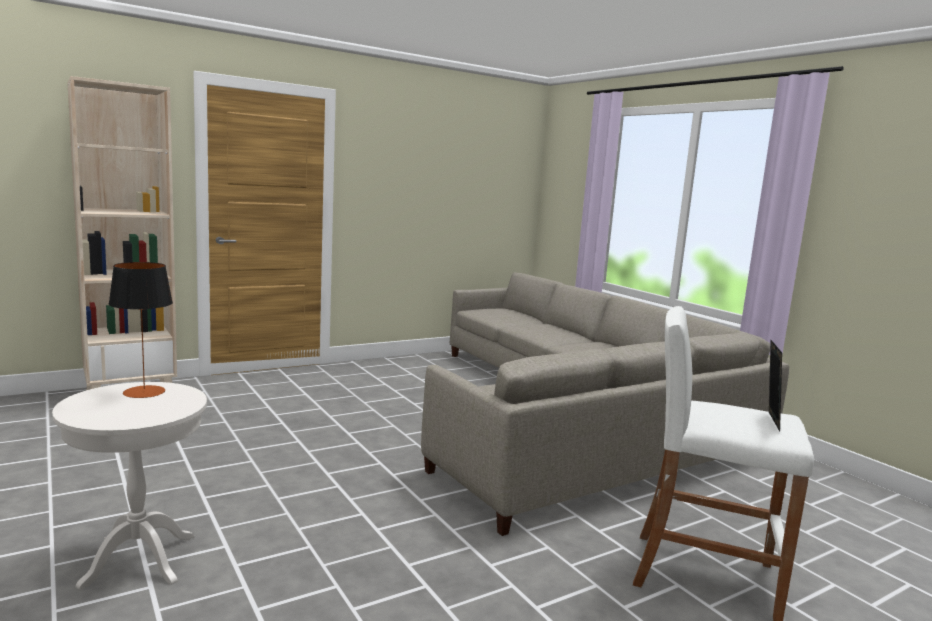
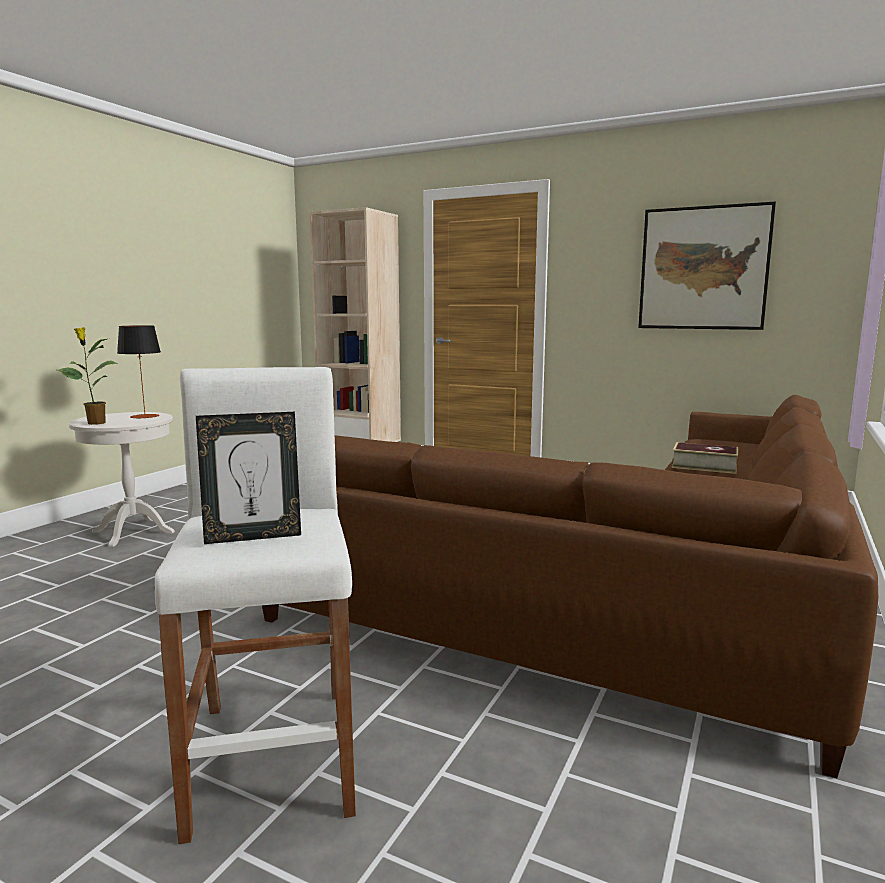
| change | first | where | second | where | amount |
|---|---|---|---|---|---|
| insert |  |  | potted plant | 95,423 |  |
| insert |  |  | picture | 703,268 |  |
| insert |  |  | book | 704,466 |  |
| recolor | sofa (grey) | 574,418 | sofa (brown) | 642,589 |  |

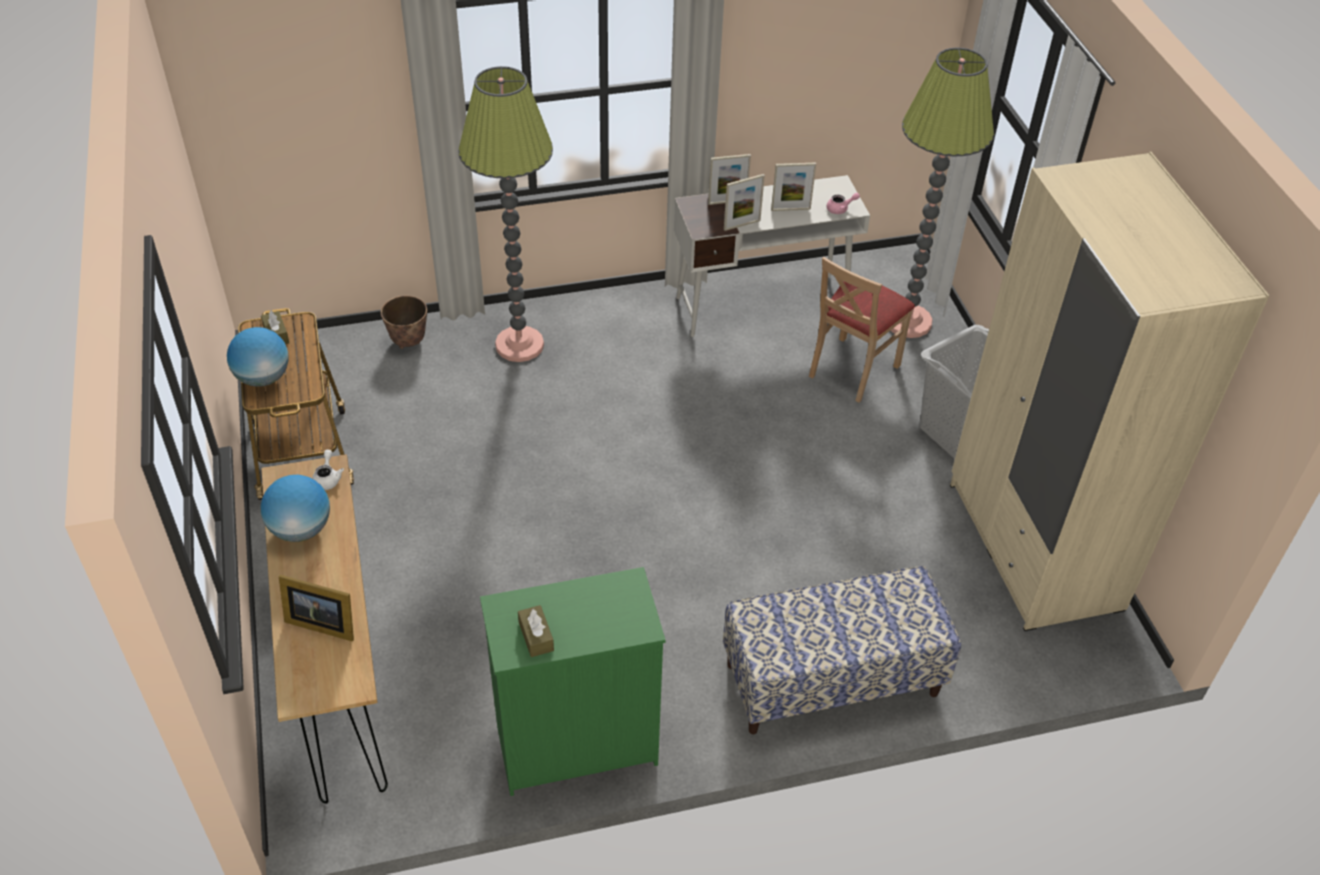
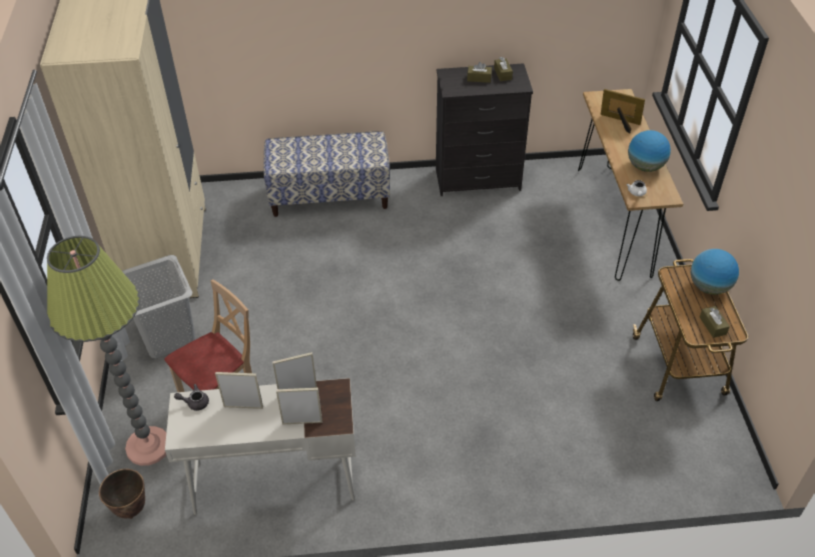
| change | first | where | second | where | amount |
|---|---|---|---|---|---|
| delete | floor lamp | 519,345 |  |  |  |
| insert |  |  | tissue box (brown) | 479,78 |  |
| move | planter | 408,341 |  | 130,508 |  |
| recolor | dresser (green) | 575,745 | dresser (black) | 478,179 |  |
| recolor | teapot (pink) | 840,209 | teapot (grey) | 195,402 |  |

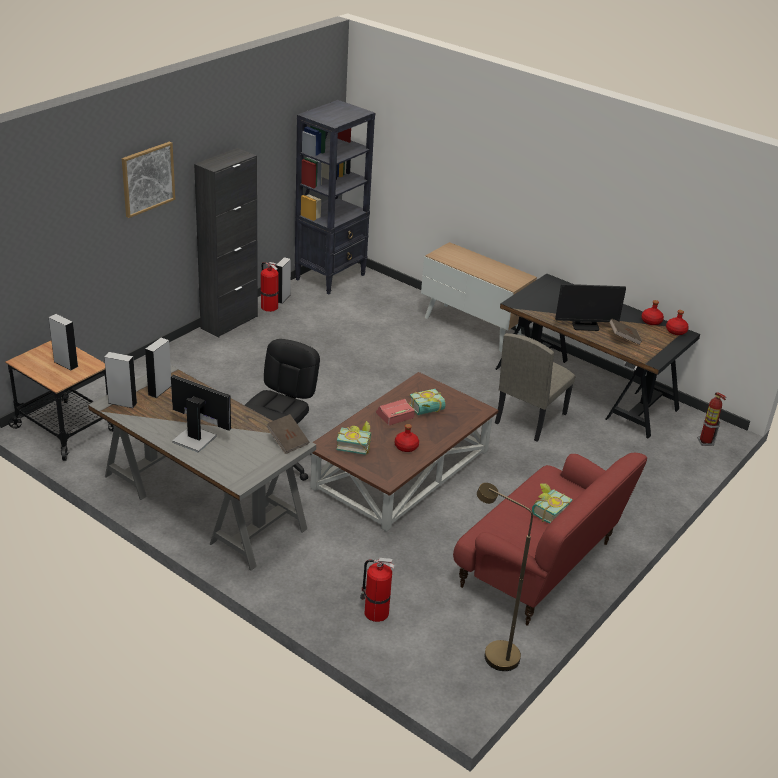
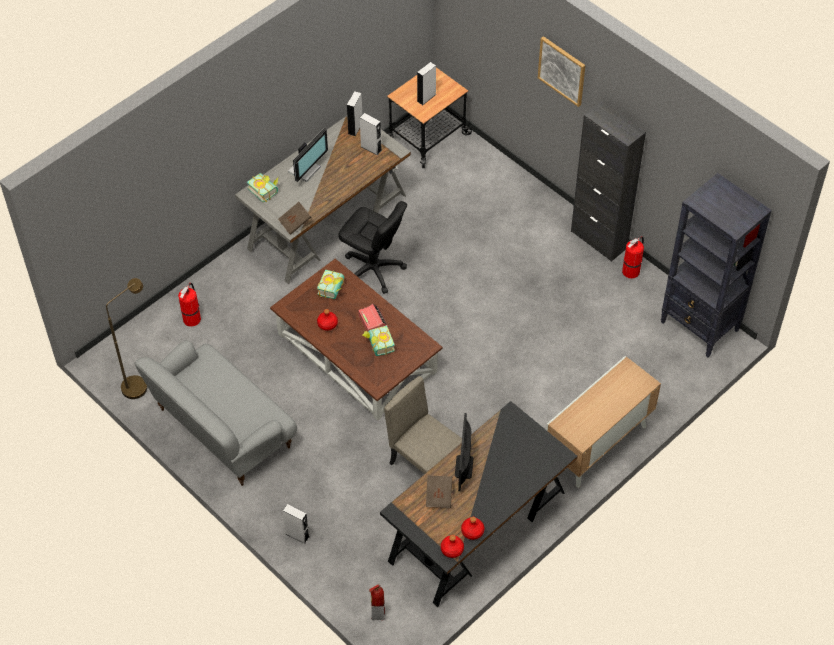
| change | first | where | second | where | amount |
|---|---|---|---|---|---|
| move | speaker (grey) | 282,298 |  | 297,535 |  |
| move | book | 547,511 |  | 265,190 |  |
| recolor | sofa (red) | 539,566 | sofa (grey) | 222,430 |  |

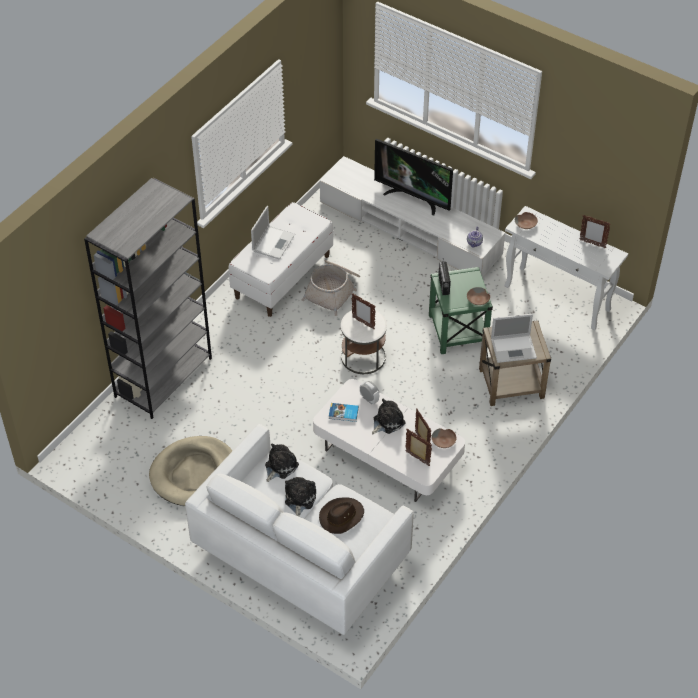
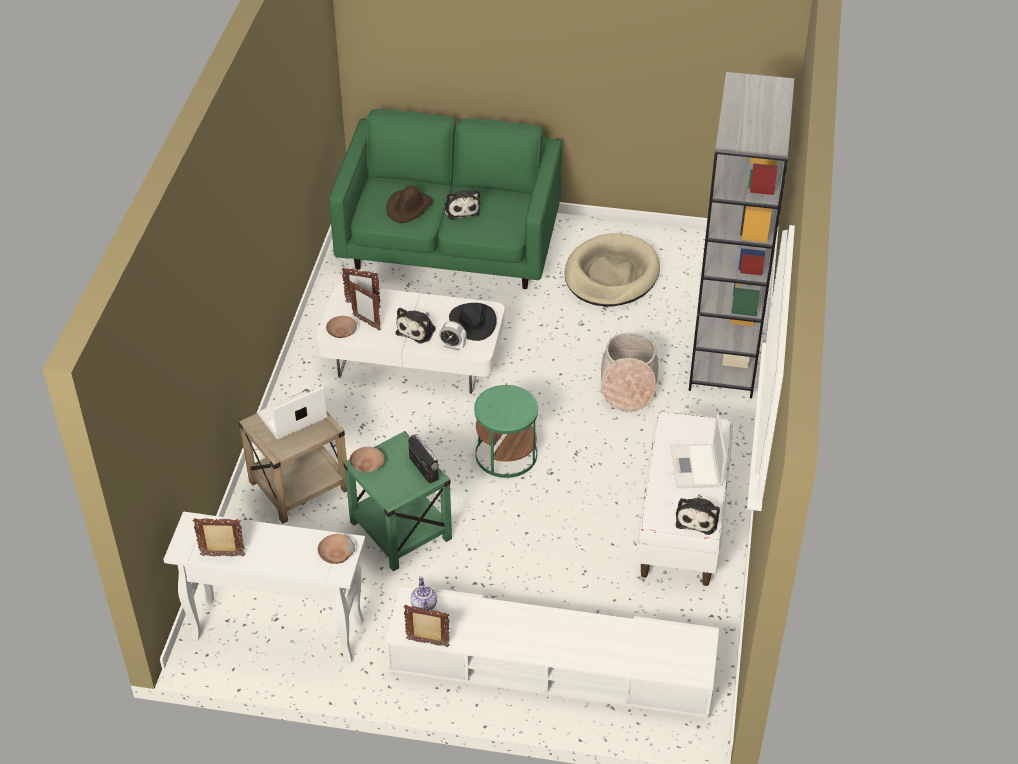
| change | first | where | second | where | amount |
|---|---|---|---|---|---|
| delete | television | 413,198 |  |  |  |
| move | plush toy | 280,466 |  | 697,518 |  |
| move | basket | 333,291 |  | 628,383 |  |
| move | picture frame | 363,323 |  | 428,643 |  |
| replace | book | 343,413 | hat (black) | 472,322 |  |
| recolor | sofa (white) | 302,554 | sofa (green) | 449,245 |  |
| recolor | side table (white) | 363,357 | side table (green) | 505,454 |  |

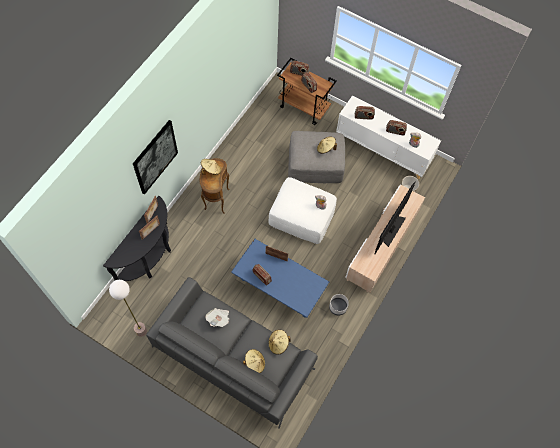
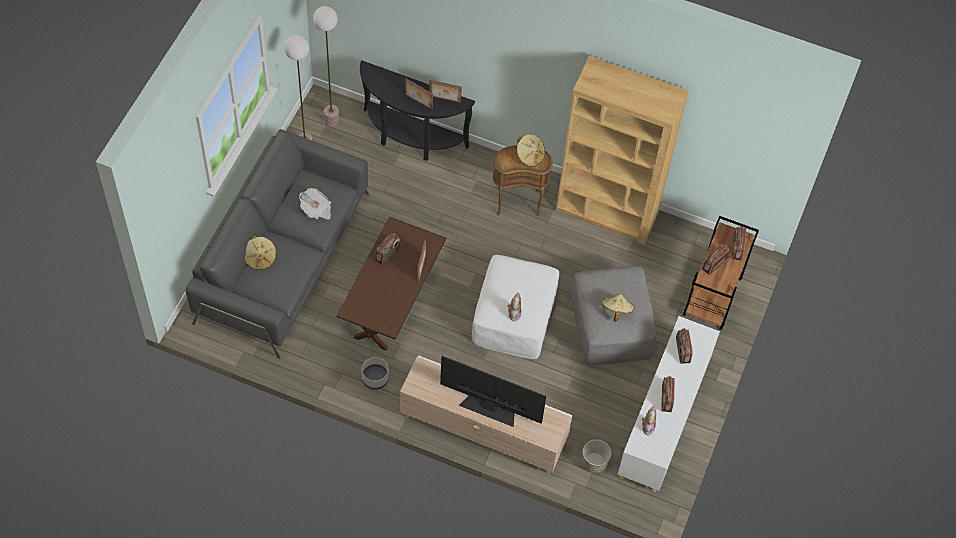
| change | first | where | second | where | amount |
|---|---|---|---|---|---|
| delete | picture | 155,157 |  |  |  |
| delete | hat (beige) | 278,344 |  |  |  |
| insert |  |  | floor lamp | 331,120 |  |
| insert |  |  | bookcase (brown) | 607,212 |  |
| recolor | coffee table (blue) | 279,288 | coffee table (brown) | 392,300 |  |

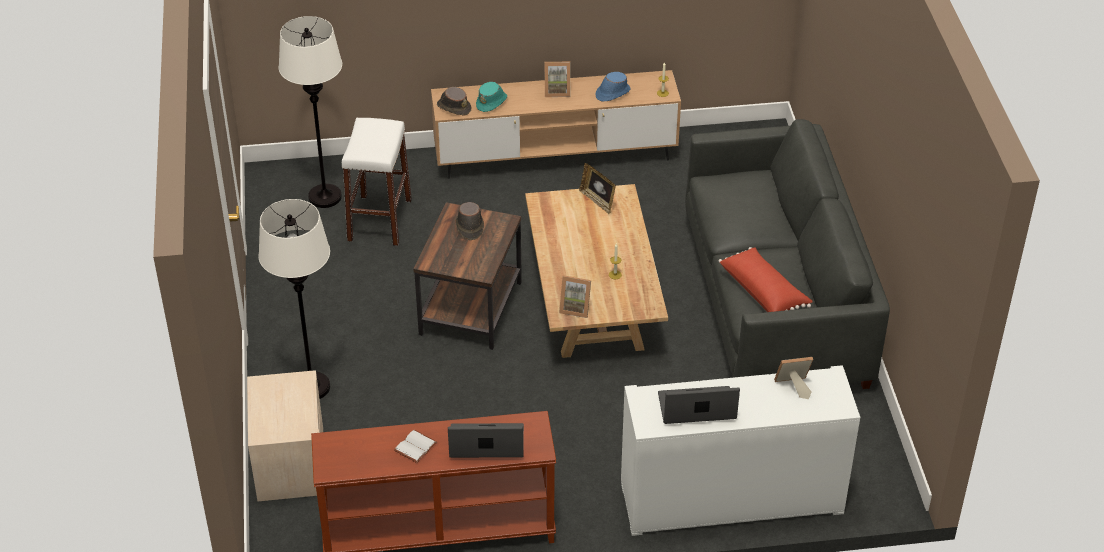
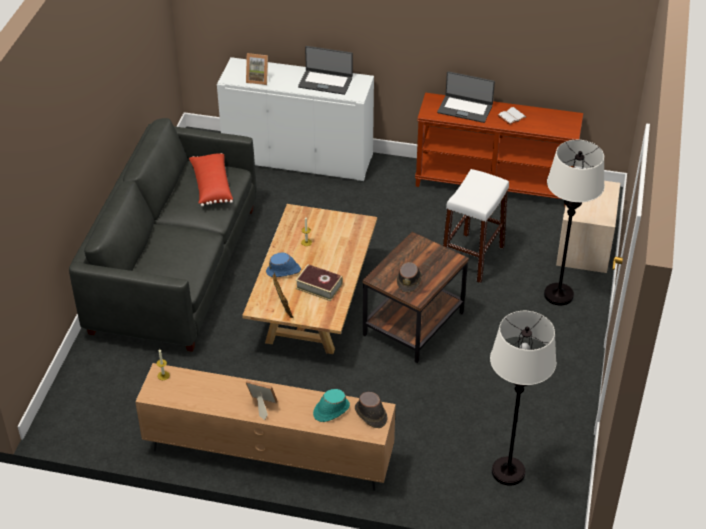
| change | first | where | second | where | amount |
|---|---|---|---|---|---|
| delete | picture frame | 575,308 |  |  |  |
| insert |  |  | book | 319,286 |  |
| move | stool (white) | 379,220 |  | 472,258 |  |
| move | hat (blue) | 612,93 |  | 283,271 |  |

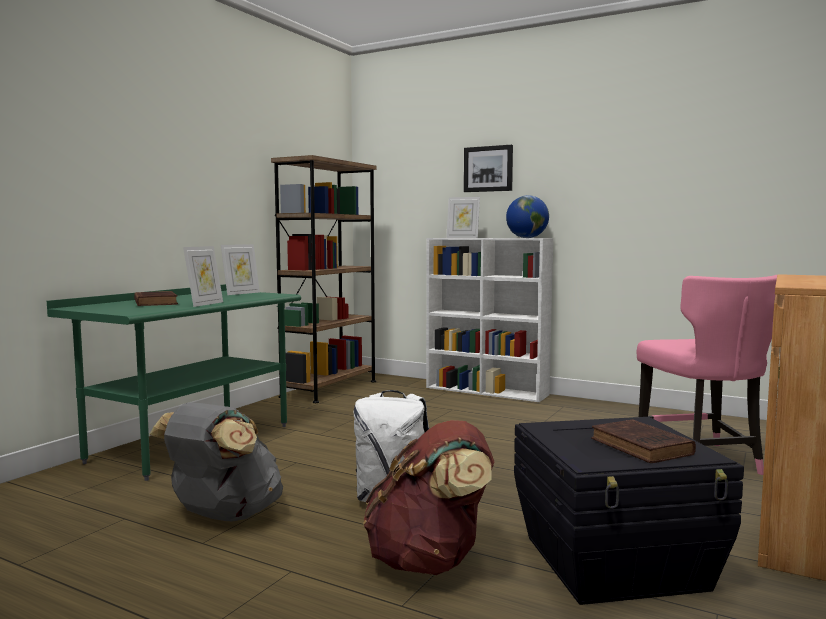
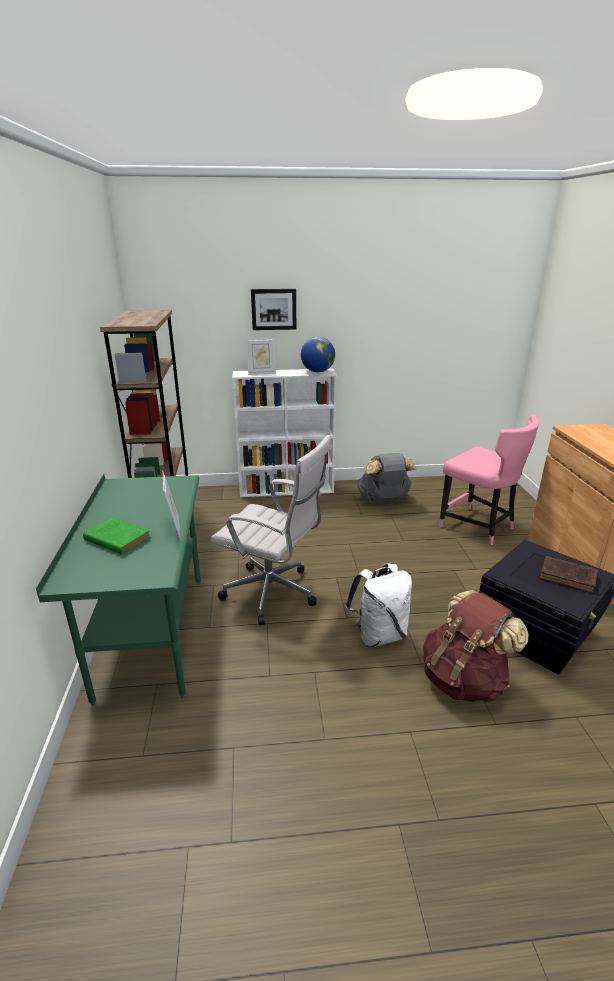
| change | first | where | second | where | amount |
|---|---|---|---|---|---|
| delete | picture frame | 241,293 |  |  |  |
| insert |  |  | office chair (white) | 274,594 |  |
| move | backpack (grey) | 223,515 |  | 384,500 |  |
| recolor | book (brown) | 155,302 | book (green) | 116,539 |  |

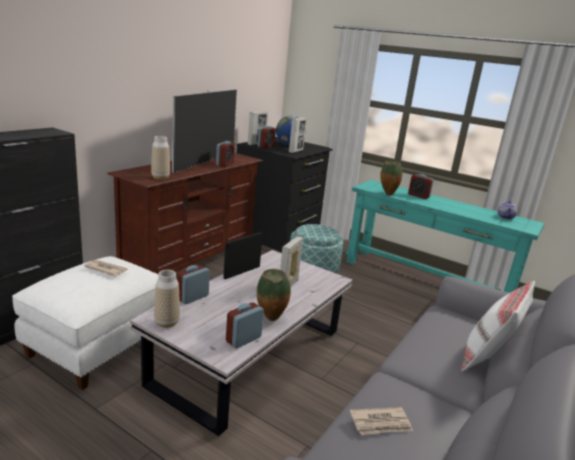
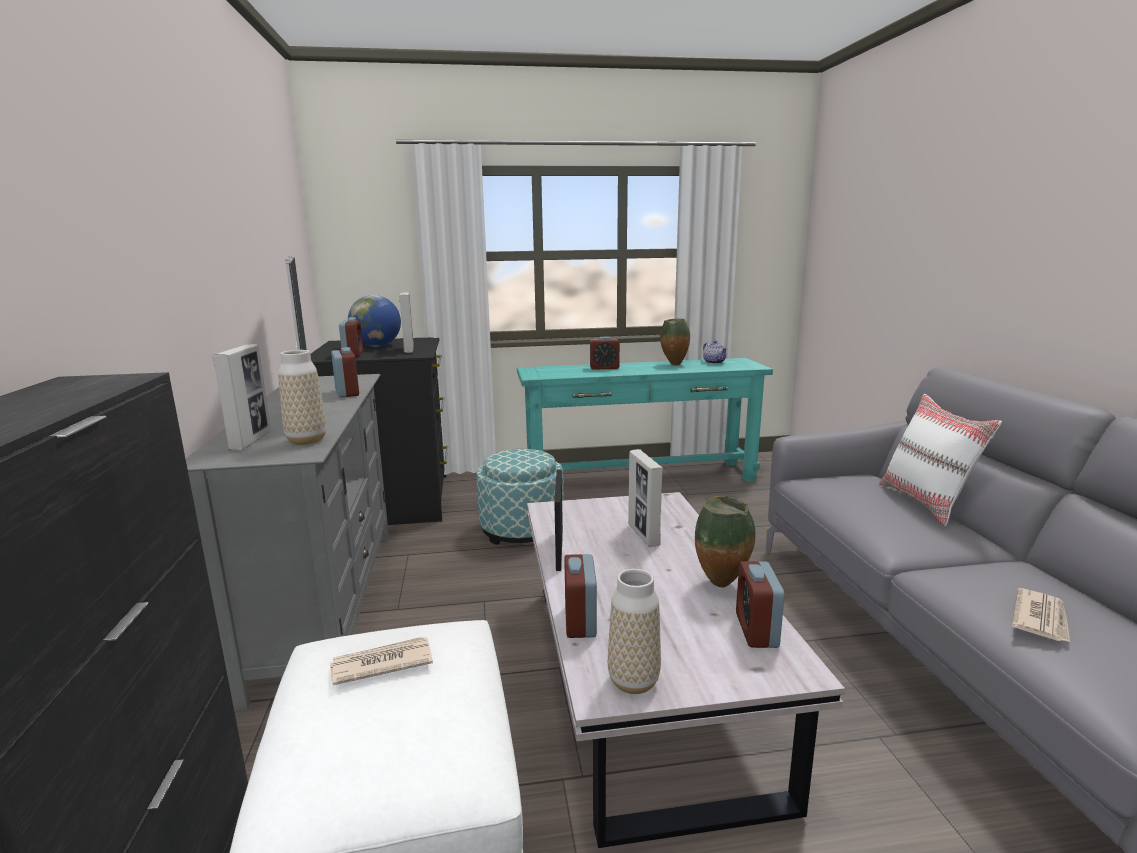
| change | first | where | second | where | amount |
|---|---|---|---|---|---|
| move | picture frame | 256,144 |  | 251,441 |  |
| move | vase | 387,194 |  | 674,365 |  |
| recolor | tv stand (brown) | 190,263 | tv stand (grey) | 327,604 |  |

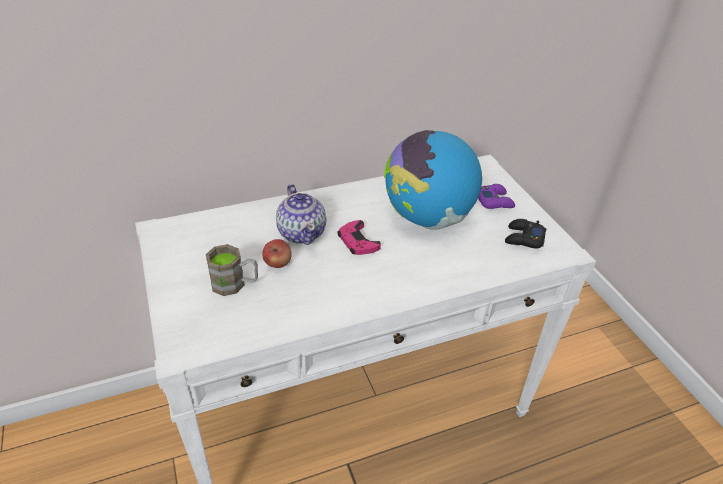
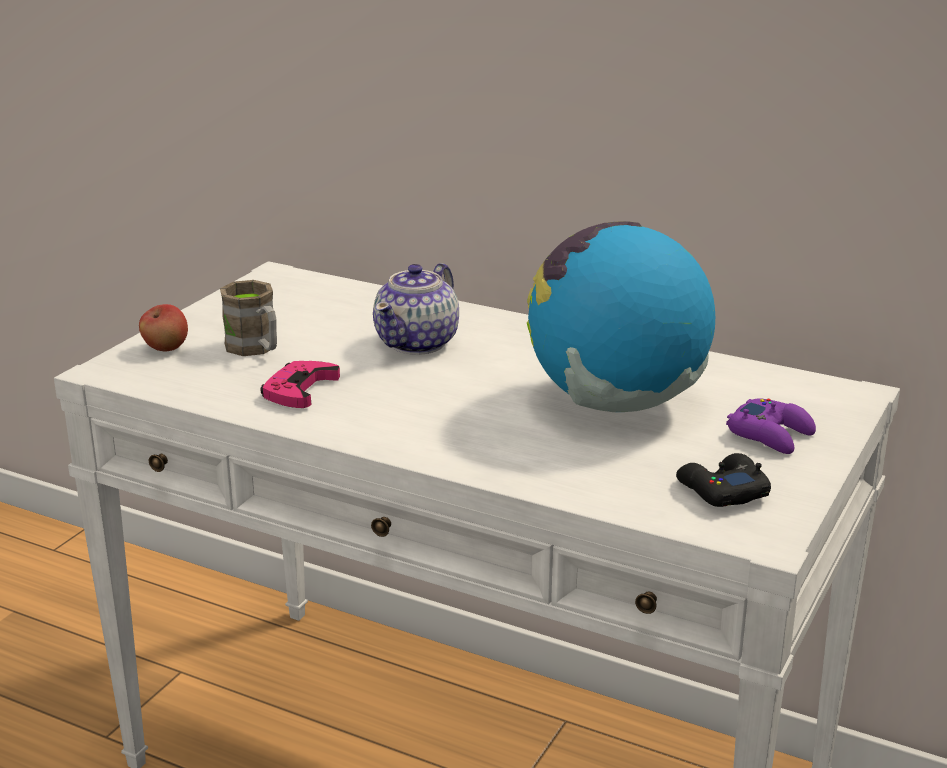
| change | first | where | second | where | amount |
|---|---|---|---|---|---|
| move | apple | 278,264 |  | 166,348 |  |
| move | game controller (pink) | 357,241 |  | 299,390 |  |

